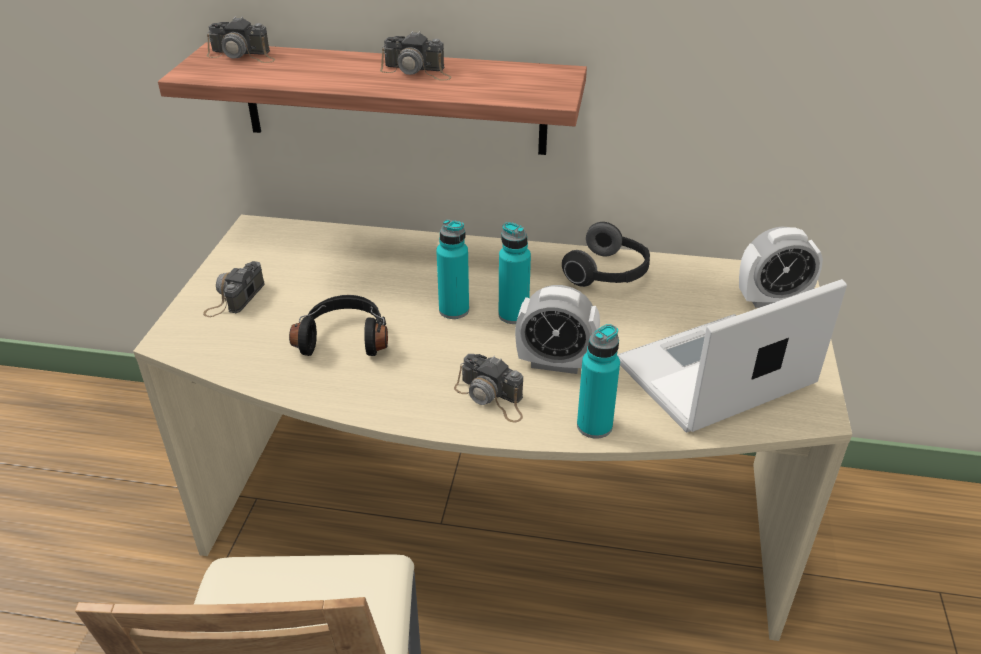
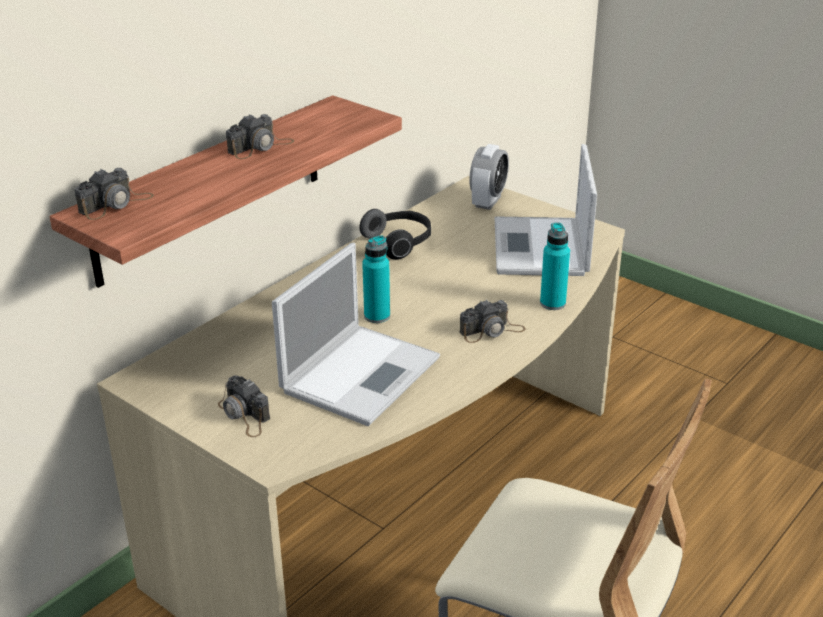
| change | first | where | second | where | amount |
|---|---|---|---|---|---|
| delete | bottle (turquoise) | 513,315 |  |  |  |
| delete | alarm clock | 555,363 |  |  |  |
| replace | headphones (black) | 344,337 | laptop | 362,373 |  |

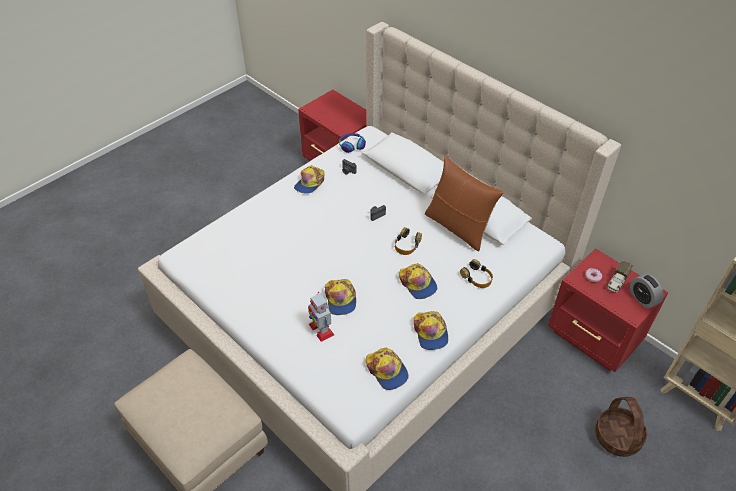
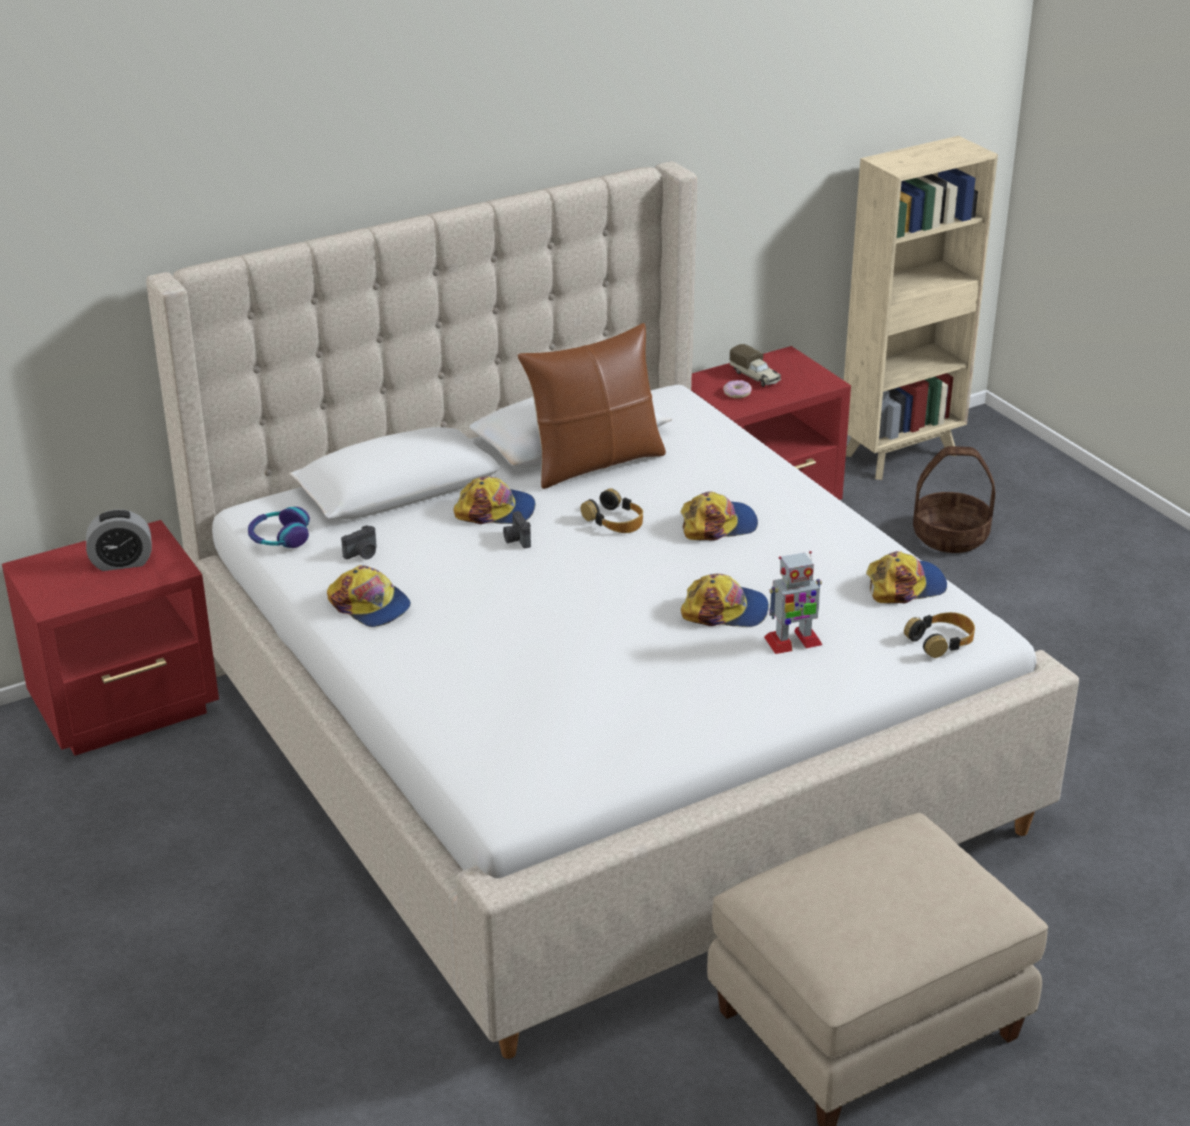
| change | first | where | second | where | amount |
|---|---|---|---|---|---|
| move | cap | 430,332 |  | 496,510 |  |
| move | headphones | 477,277 |  | 941,641 |  |
| move | alarm clock | 642,299 |  | 122,562 |  |

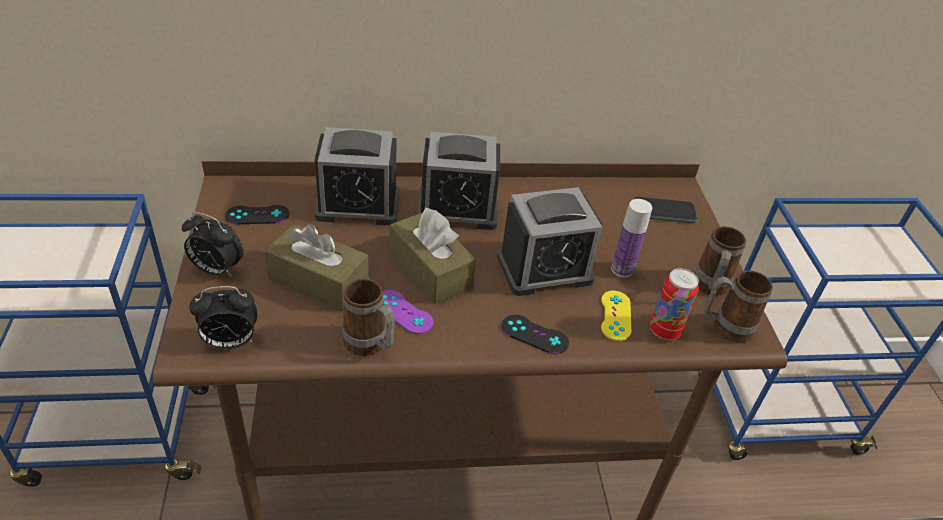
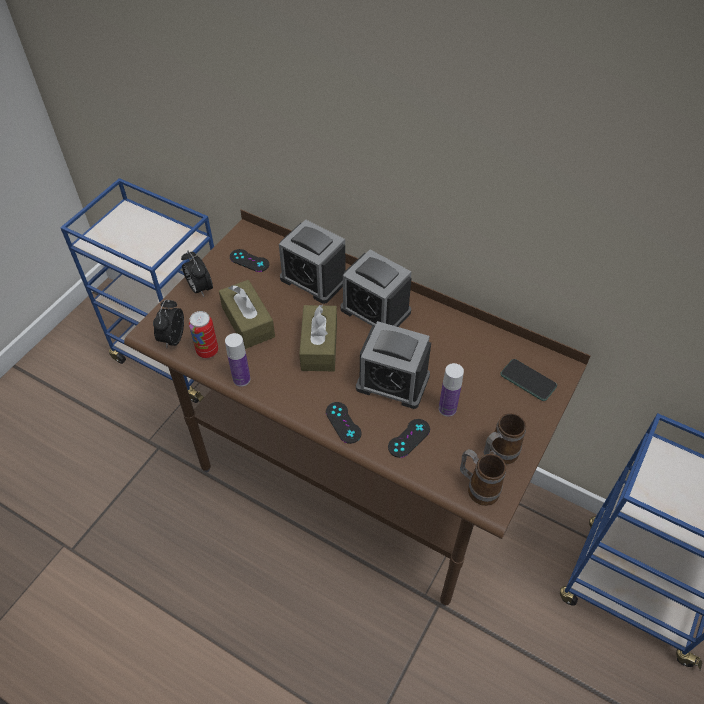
| change | first | where | second | where | amount |
|---|---|---|---|---|---|
| delete | game controller (purple) | 403,312 |  |  |  |
| move | can | 664,330 |  | 207,351 |  |
| replace | mug | 370,346 | bottle | 241,379 |  |
| recolor | game controller (yellow) | 615,315 | game controller (black) | 409,438 |  |
| rotate | alarm clock | 230,342 |  | 172,338 | 75 degrees clockwise |

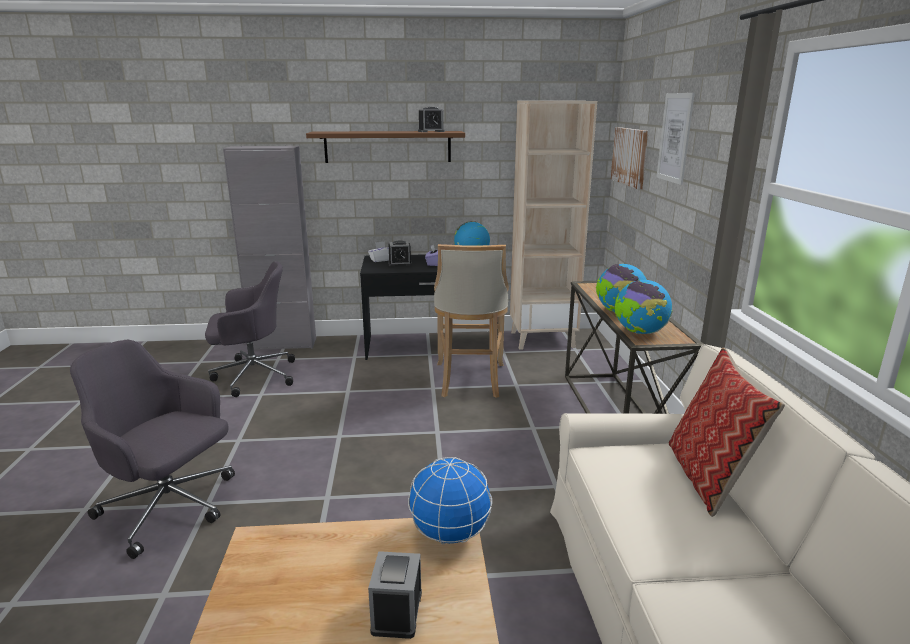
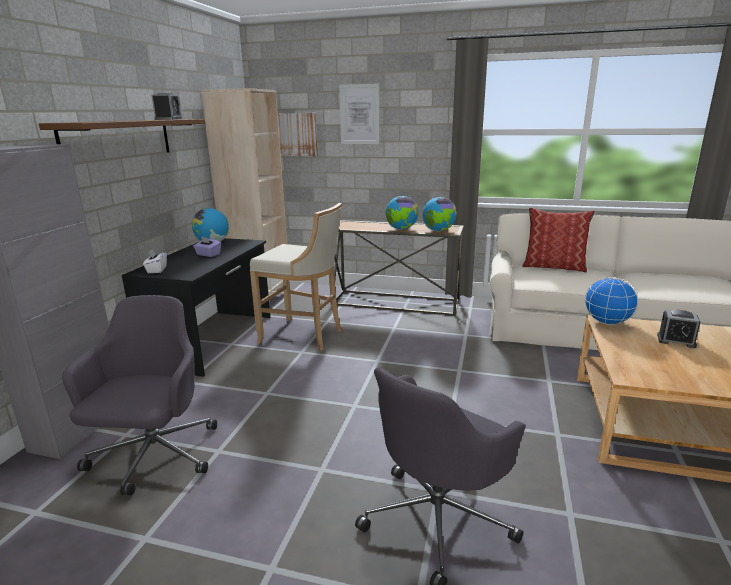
| change | first | where | second | where | amount |
|---|---|---|---|---|---|
| delete | alarm clock | 400,263 |  |  |  |

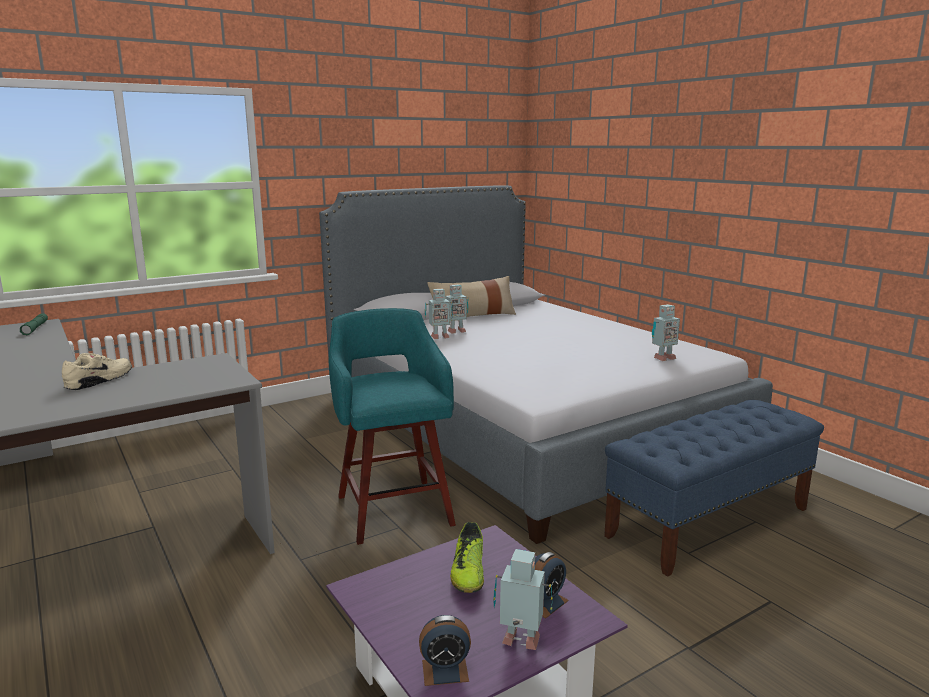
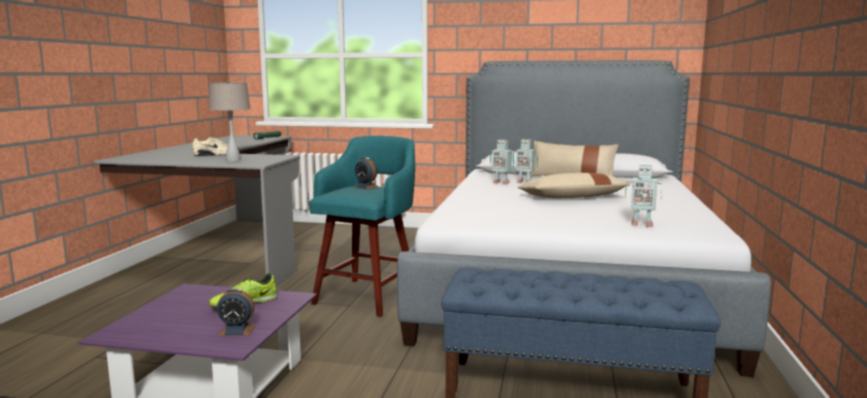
| change | first | where | second | where | amount |
|---|---|---|---|---|---|
| delete | toy robot | 521,643 |  |  |  |
| insert |  |  | table lamp (beige) | 233,160 |  |
| insert |  |  | pillow (beige) | 573,197 |  |
| move | alarm clock | 445,670 |  | 366,187 |  |

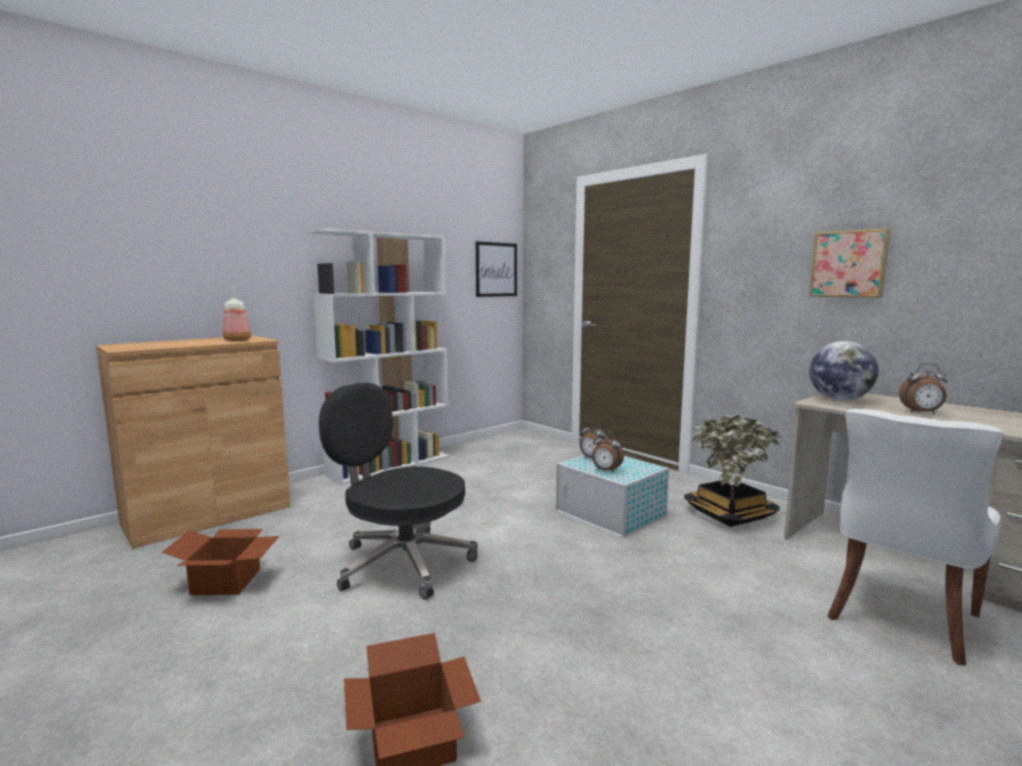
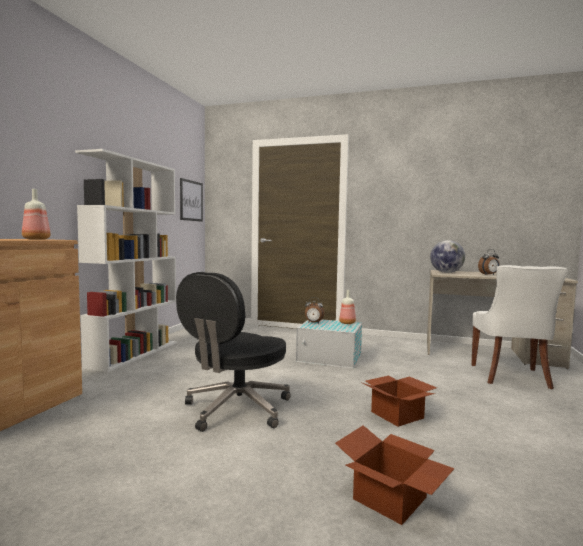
| change | first | where | second | where | amount |
|---|---|---|---|---|---|
| delete | alarm clock | 606,471 |  |  |  |
| delete | potted plant | 730,514 |  |  |  |
| delete | picture | 849,264 |  |  |  |
| insert |  |  | bottle | 347,323 |  |
| move | cardboard box | 227,582 |  | 398,415 |  |
| rotate | office chair (black) | 402,563 |  | 236,409 | 60 degrees counterclockwise |

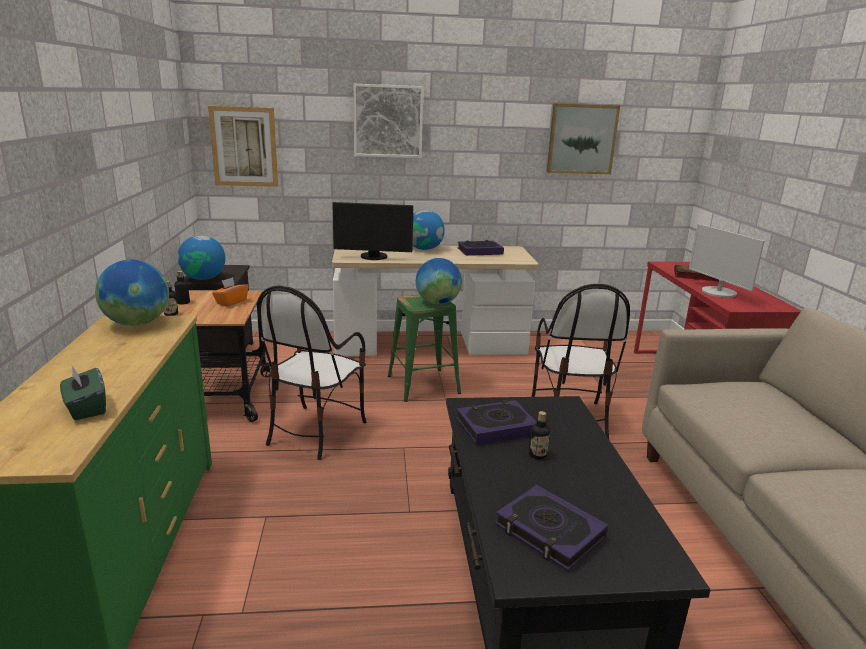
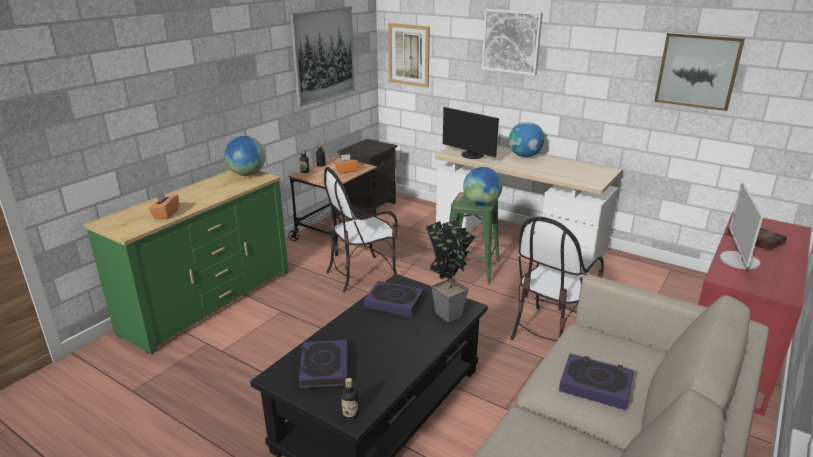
| change | first | where | second | where | amount |
|---|---|---|---|---|---|
| delete | globe | 204,278 |  |  |  |
| insert |  |  | picture | 323,54 |  |
| insert |  |  | potted plant | 447,312 |  |
| move | book | 480,251 |  | 595,385 |  |
| move | bottle | 537,455 |  | 350,414 |  |
| recolor | tissue box (green) | 86,408 | tissue box (orange) | 166,214 |  |

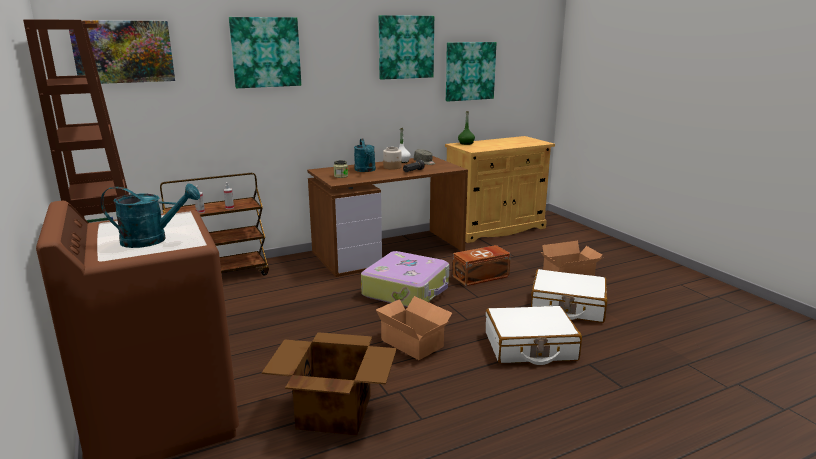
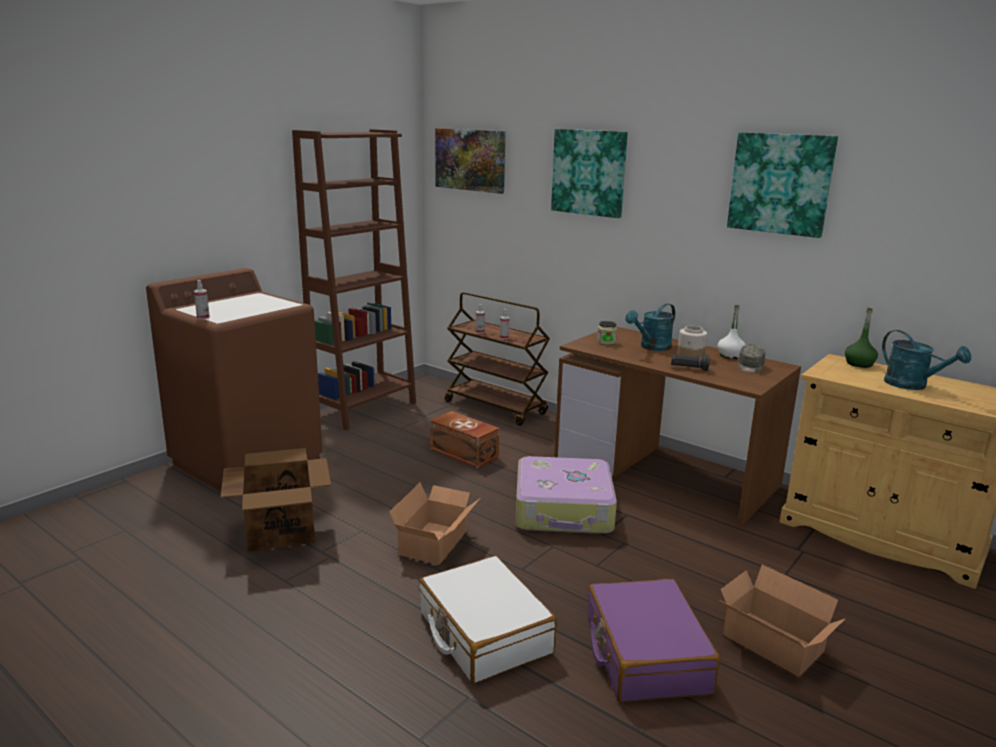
| change | first | where | second | where | amount |
|---|---|---|---|---|---|
| delete | picture | 469,71 |  |  |  |
| insert |  |  | spray bottle | 203,318 |  |
| move | watering can (turquoise) | 152,240 |  | 912,386 |  |
| move | storage box (brown) | 482,276 |  | 464,453 |  |
| recolor | suitcase (white) | 567,306 | suitcase (purple) | 645,655 |  |

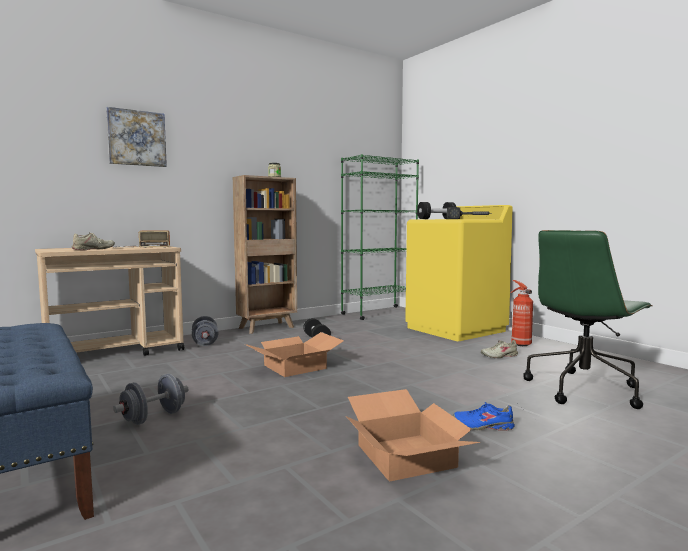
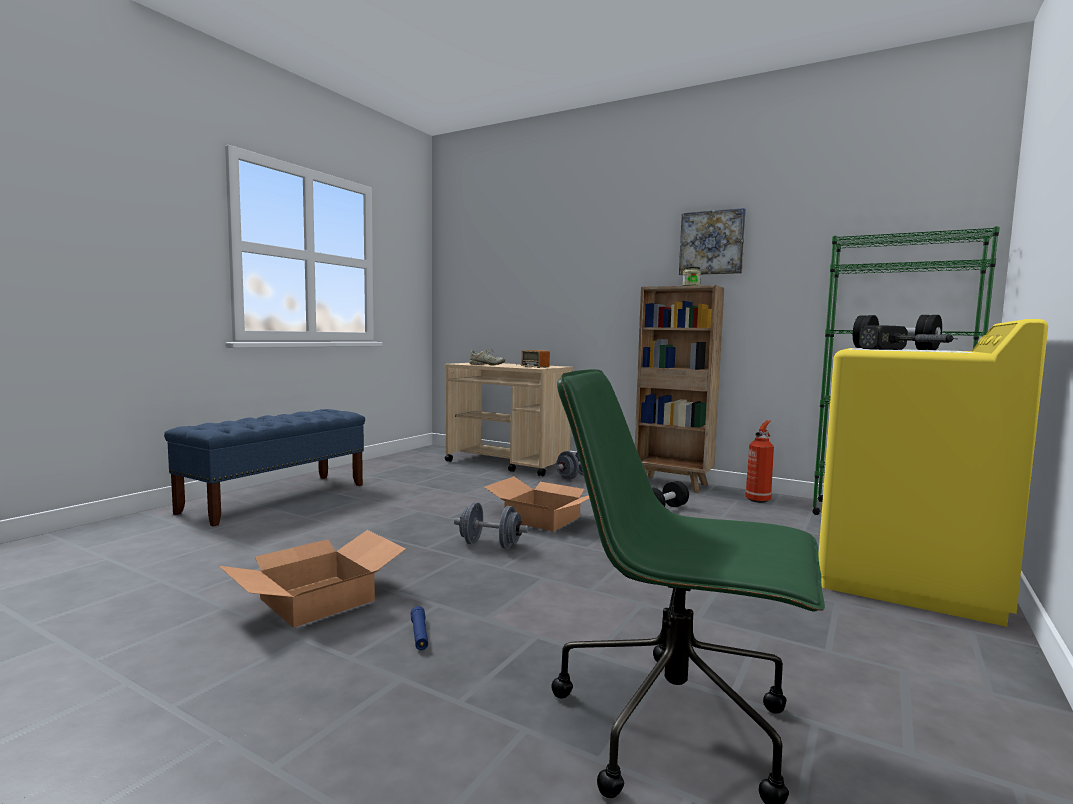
| change | first | where | second | where | amount |
|---|---|---|---|---|---|
| delete | shoe (beige) | 499,356 |  |  |  |
| move | picture | 136,138 |  | 712,243 |  |
| move | dumbbell (grey) | 153,418 |  | 490,545 |  |
| move | fire extinguisher | 520,344 |  | 758,500 |  |
| replace | shoe (blue) | 483,426 | flashlight (blue) | 419,634 |  |

